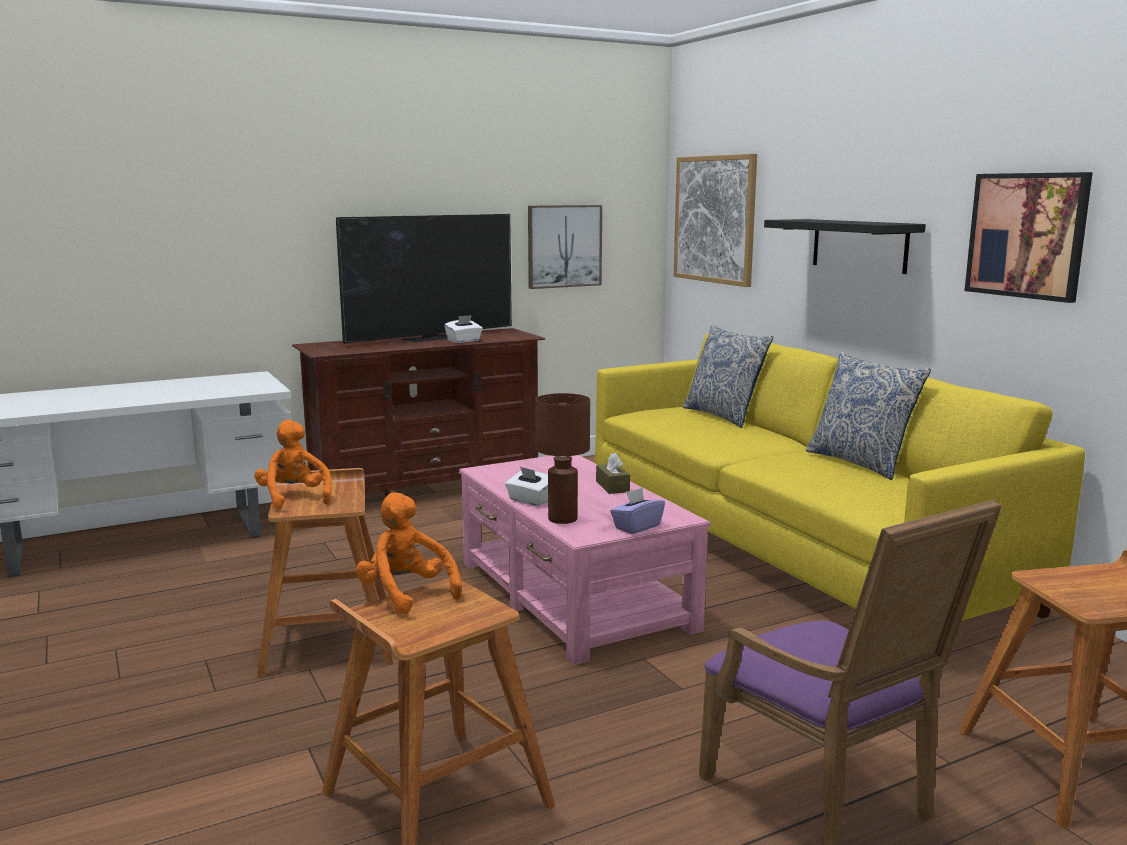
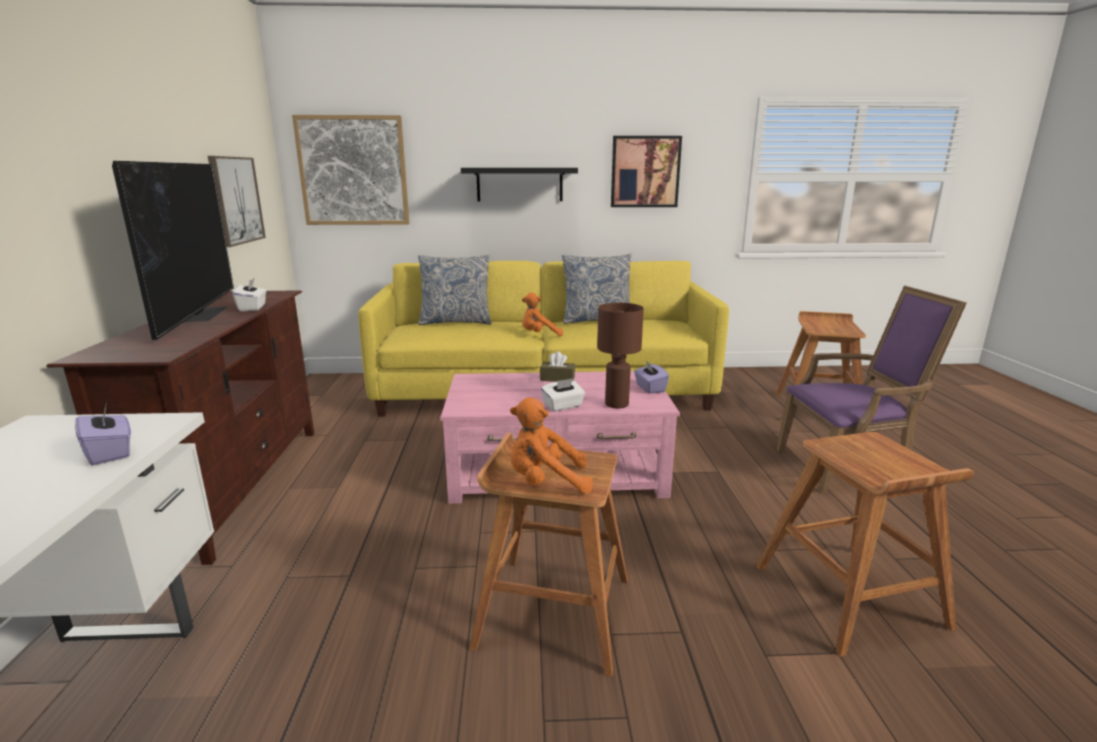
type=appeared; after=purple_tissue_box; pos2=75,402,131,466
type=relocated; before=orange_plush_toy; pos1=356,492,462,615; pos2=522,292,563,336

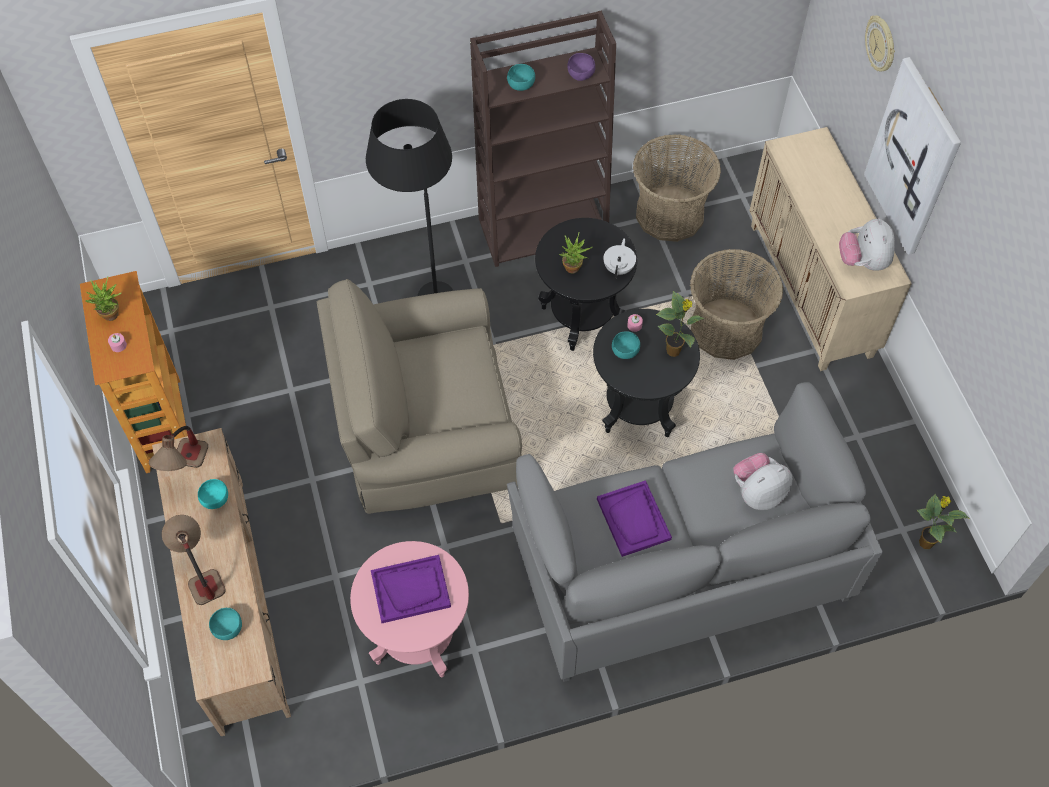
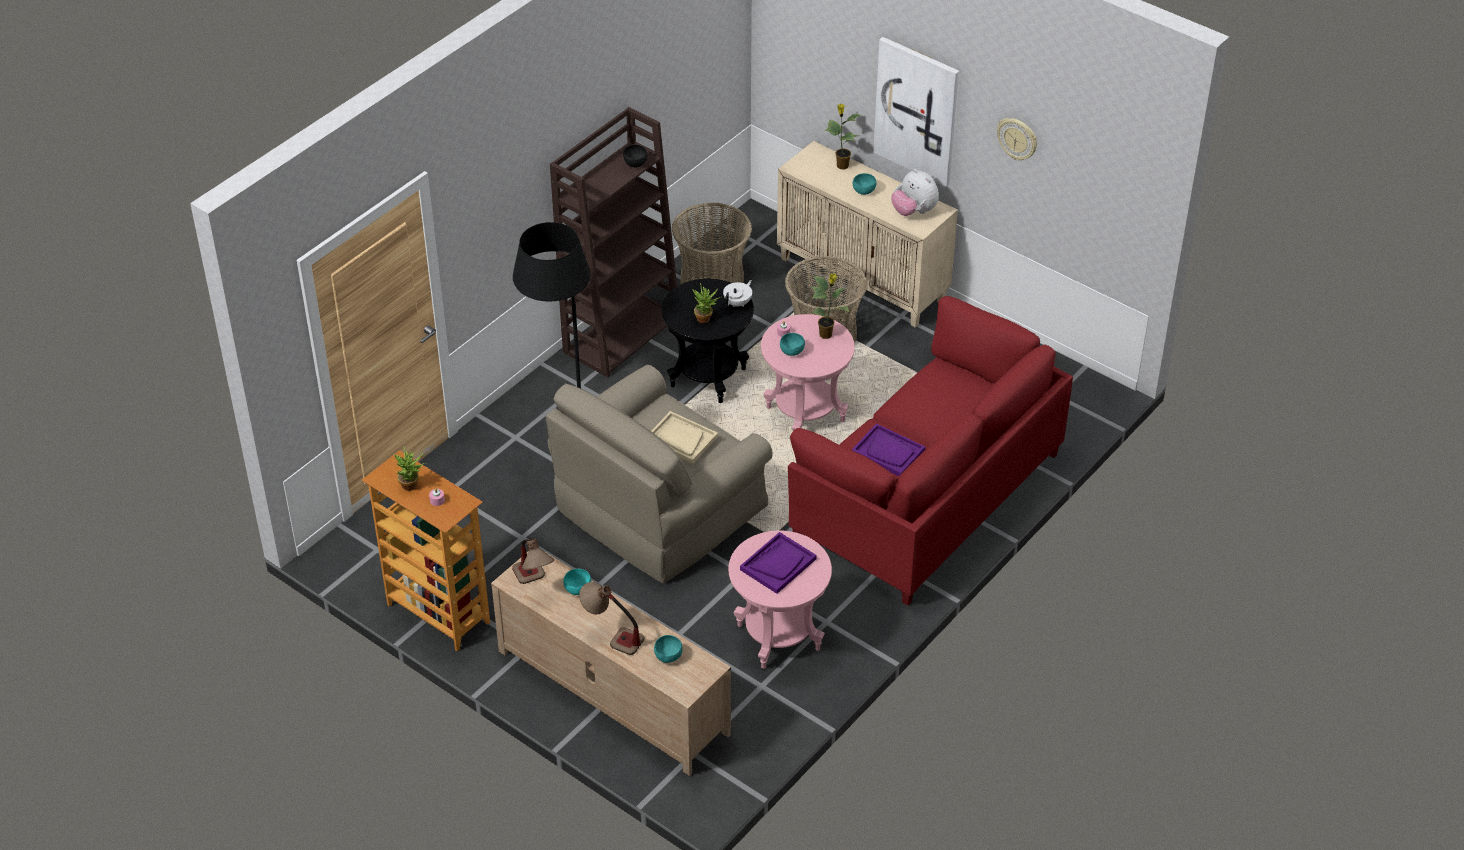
type=colour; before=purple_bowl; after=black_bowl; pos1=567,53,595,81; pos2=623,145,648,168
type=appeared; after=beige_tray; pos2=651,411,718,464
type=spun; before=white_teapot; pos1=603,238,636,278; pos2=723,280,752,307; turn=60
type=colour; before=black_side_table; after=pink_side_table; pos1=593,309,700,437; pos2=761,314,855,431
type=colour; before=grey_sofa; after=red_sofa; pos1=507,382,883,682; pos2=788,296,1073,606
type=relocated; before=potted_plant; pos1=917,493,969,549; pos2=825,104,863,170
type=relocated; before=turquoise_bowl; pos1=507,64,535,91; pos2=853,173,876,195
type=relocated; before=wall_clock; pos1=865,15,895,71; pos2=997,118,1037,160
type=missing; before=plush_toy; pos1=733,453,793,510

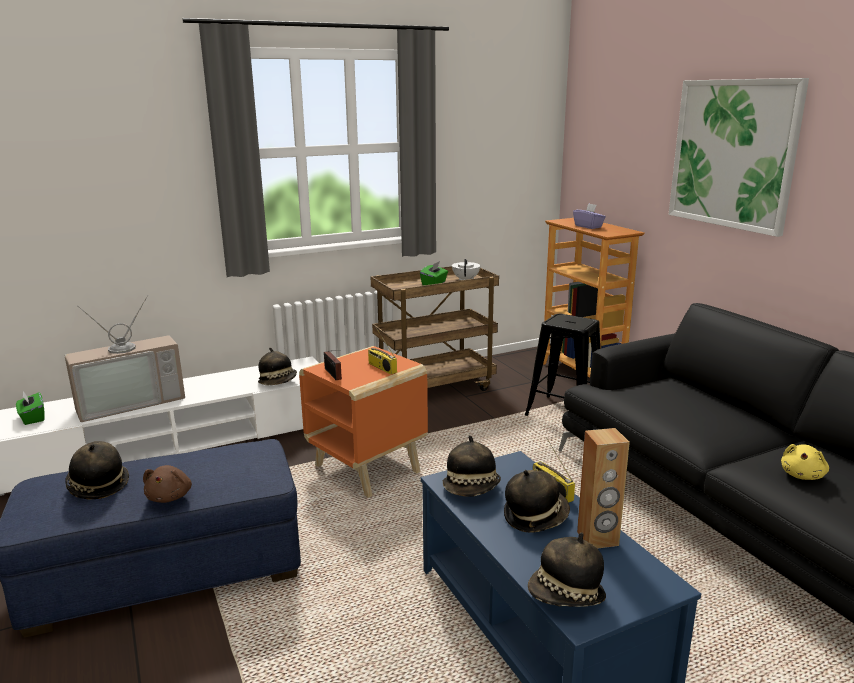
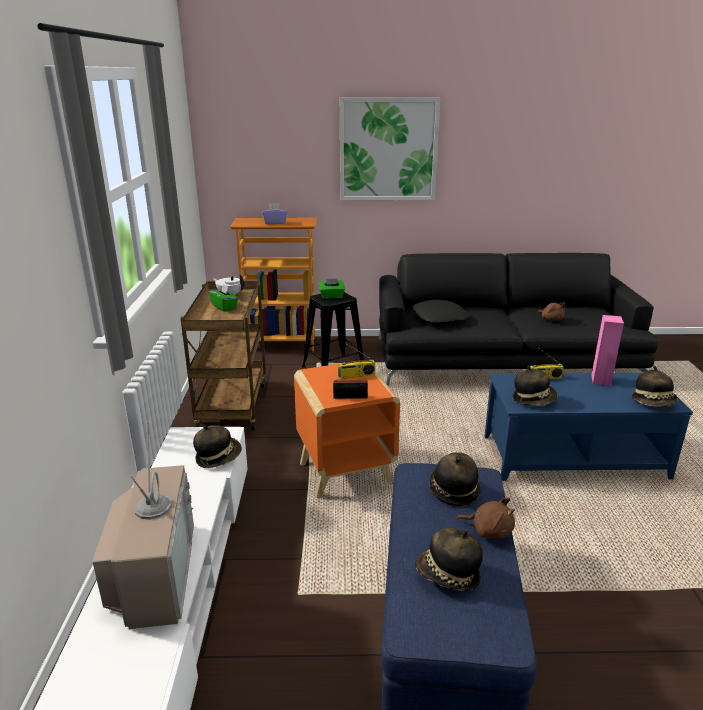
type=relocated; before=green_tissue_box; pos1=16,391,44,425; pos2=318,279,345,299
type=appeared; after=black_pillow; pos2=412,300,469,324
type=relocated; before=hat; pos1=504,470,570,533; pos2=429,452,481,506
type=colour; before=yellow_plush_toy; after=brown_plush_toy; pos1=781,444,829,480; pos2=538,302,565,321
type=colour; before=brown_speaker; after=pink_speaker; pos1=577,428,630,549; pos2=591,315,624,386

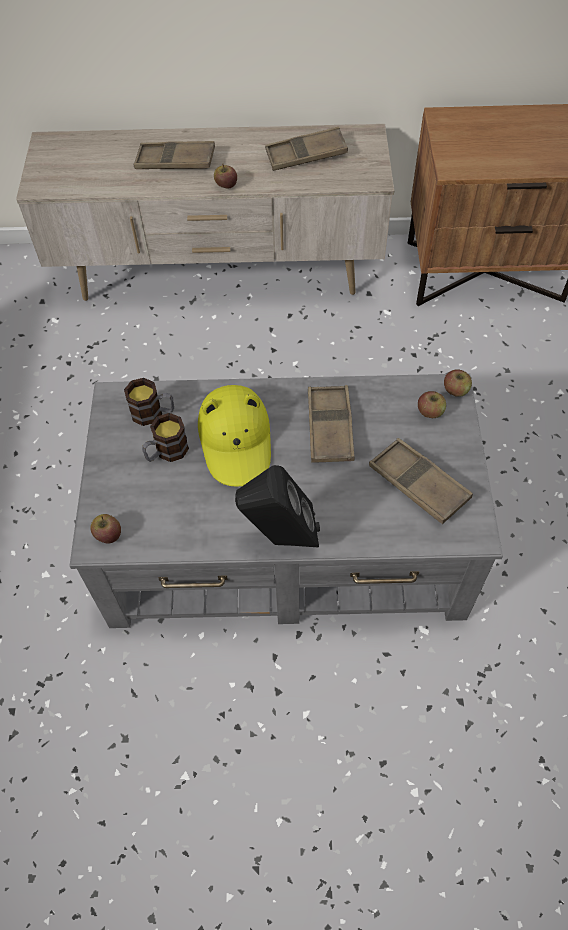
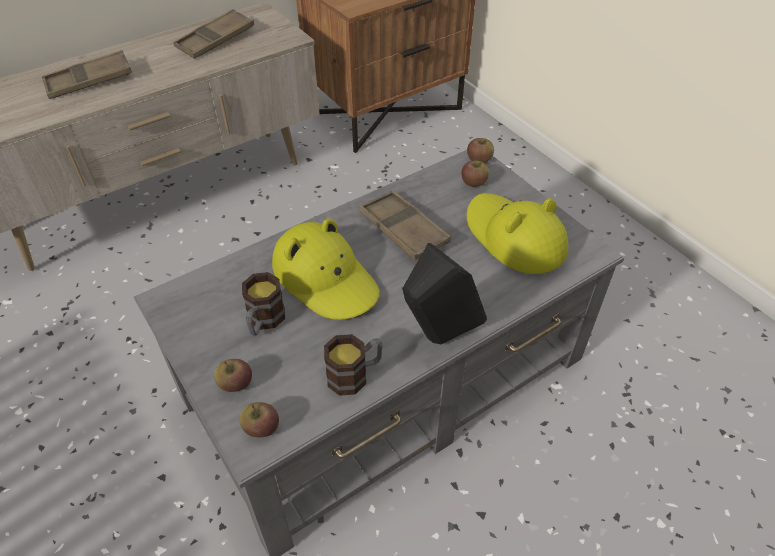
type=relocated; before=apple; pos1=214,164,237,189; pos2=214,359,252,392
type=relocated; before=mug; pos1=124,378,174,426; pos2=324,334,383,396
type=exchanged; before=brown_tray; after=yellow_hat; pos1=369,438,473,524; pos2=467,193,568,274

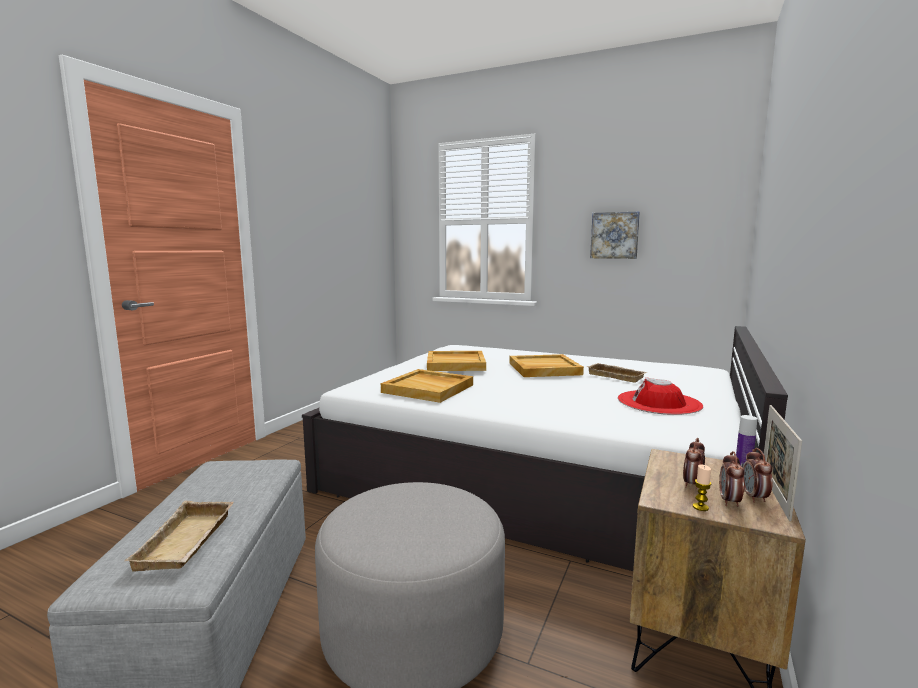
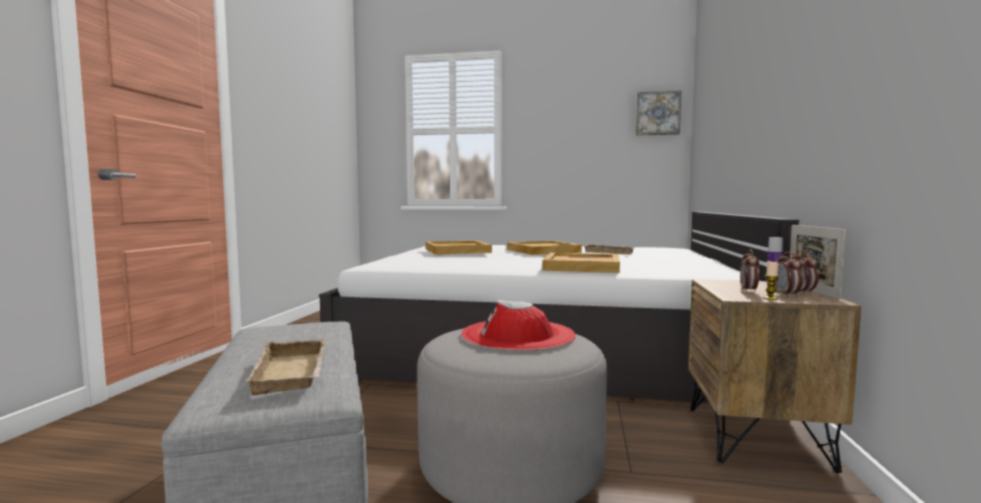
type=relocated; before=red_hat; pos1=618,377,703,415; pos2=461,300,576,351
type=relocated; before=beige_tray; pos1=381,369,473,403; pos2=542,253,620,273
type=relocated; before=picture; pos1=590,212,640,259; pos2=636,90,681,136

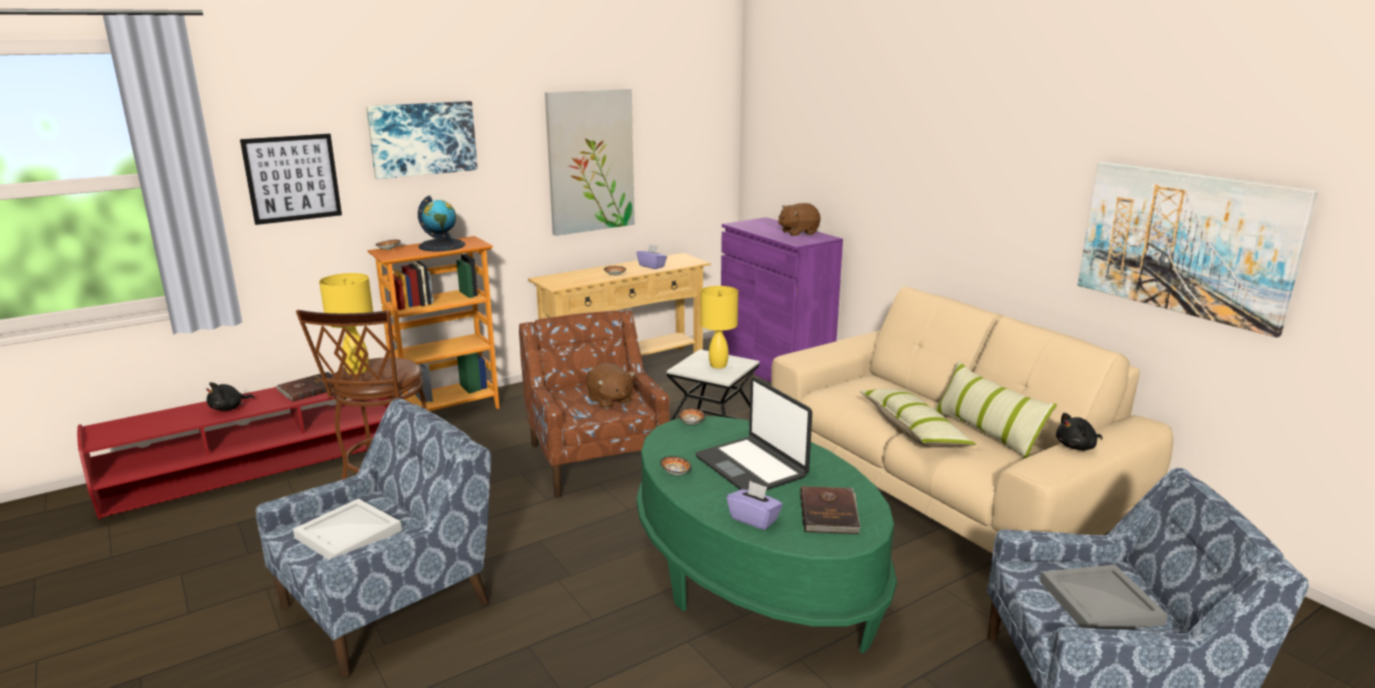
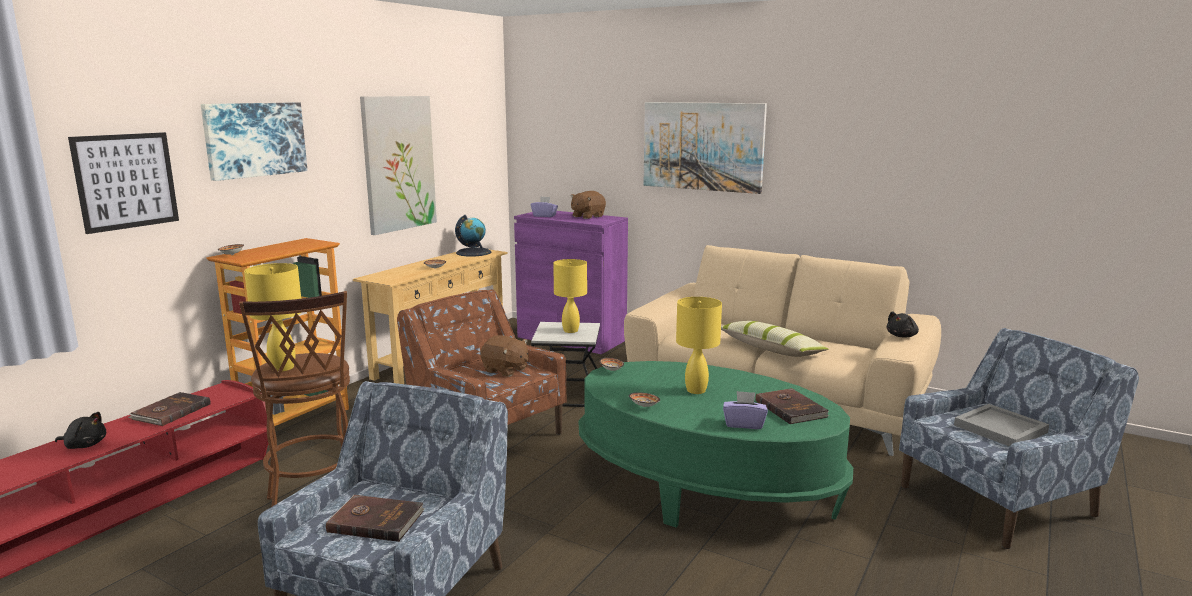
type=spun; before=black_plush_toy; pos1=206,382,255,411; pos2=55,412,106,449; turn=-105
type=exchanged; before=white_tray; after=brown_book; pos1=293,499,402,559; pos2=326,495,425,542
type=relocated; before=globe; pos1=418,195,465,251; pos2=455,215,491,256
type=relocated; before=purple_tissue_box; pos1=637,244,667,269; pos2=531,196,558,217
type=relocated; before=picture; pos1=1078,162,1318,338; pos2=643,102,767,194
type=exchanged; before=laptop; after=yellow_table_lamp; pos1=695,377,812,490; pos2=676,297,722,394
type=missing; before=pillow; pos1=934,361,1057,458

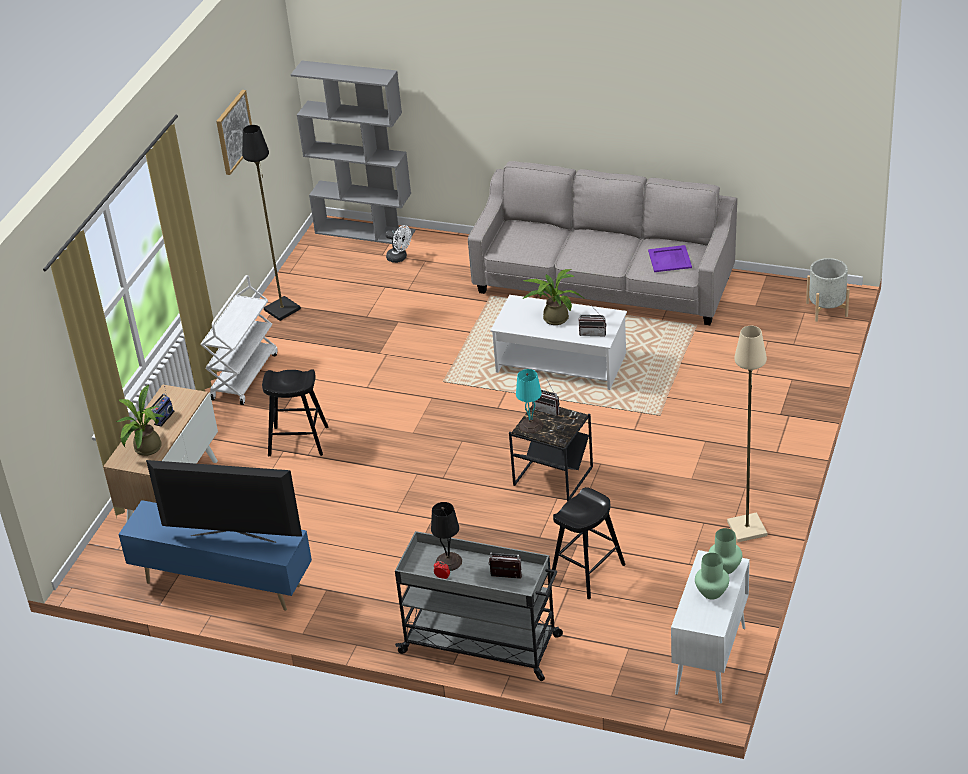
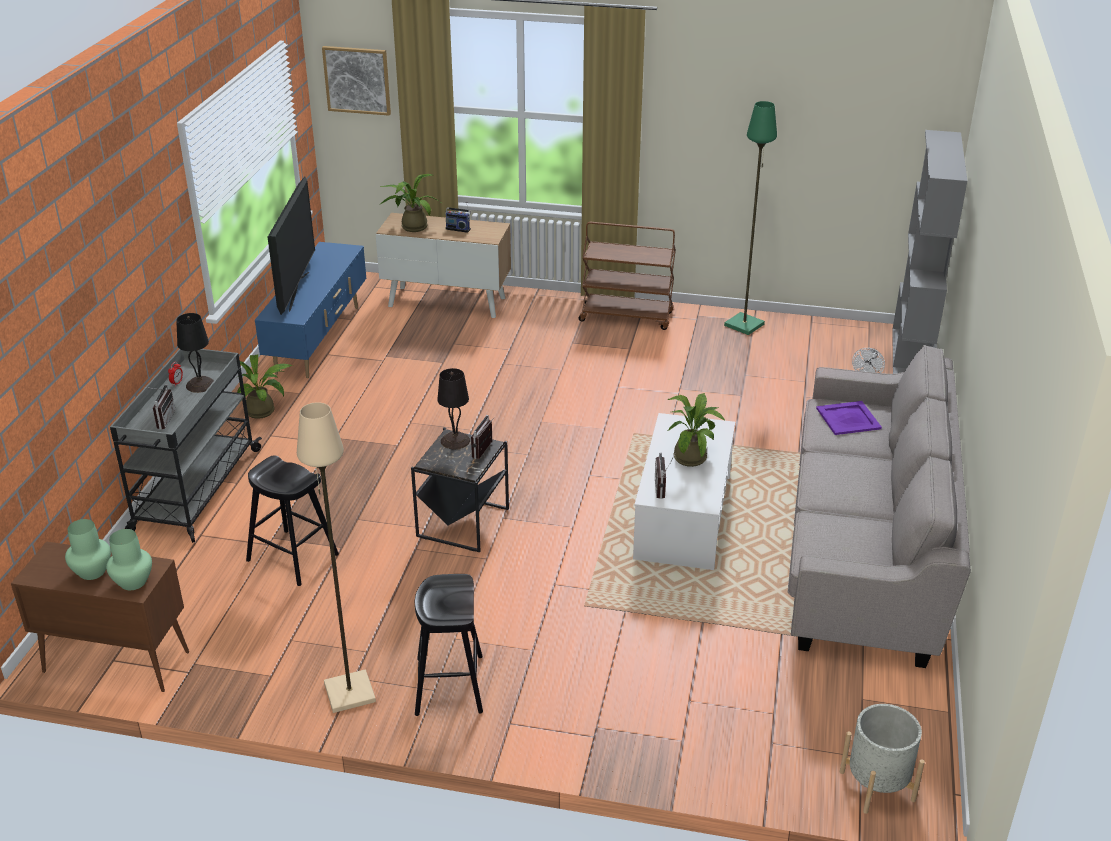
type=colour; before=white_cabinet; after=brown_cabinet; pos1=671,550,750,704; pos2=11,541,189,692
type=appeared; after=potted_plant; pos2=236,355,293,419
type=relocated; before=picture; pos1=216,90,252,175; pos2=322,46,391,116
type=relocated; before=black_stool; pos1=262,369,328,456; pos2=415,574,483,716
type=colour; before=turquoise_table_lamp; after=black_table_lamp; pos1=516,369,543,434; pos2=437,368,470,449
type=colour; before=white_cart; after=brown_cart; pos1=201,275,277,405; pos2=579,222,676,330
type=colour; before=black_floor_lamp; after=green_floor_lamp; pos1=242,125,301,321; pos2=724,101,777,335
type=relocated; before=purple_tray; pos1=648,245,692,272; pos2=816,401,882,435

